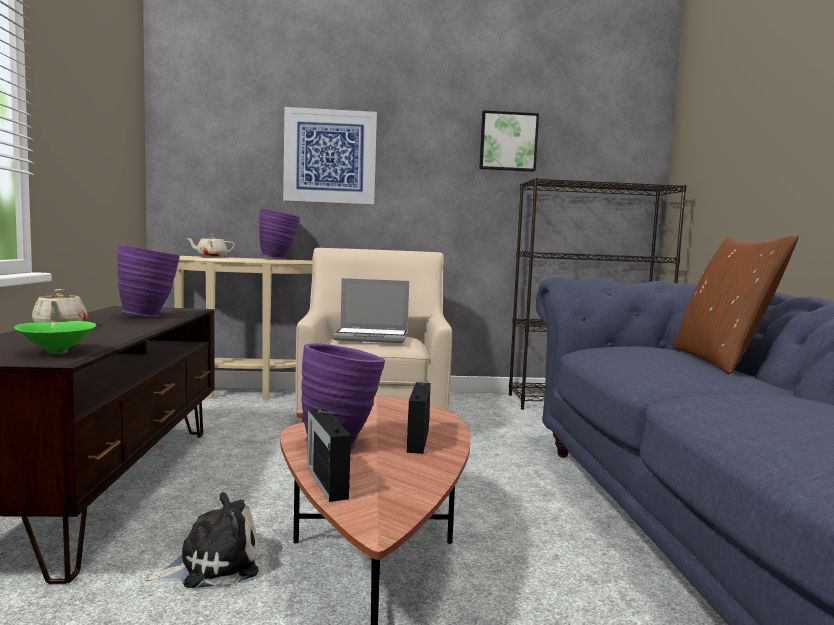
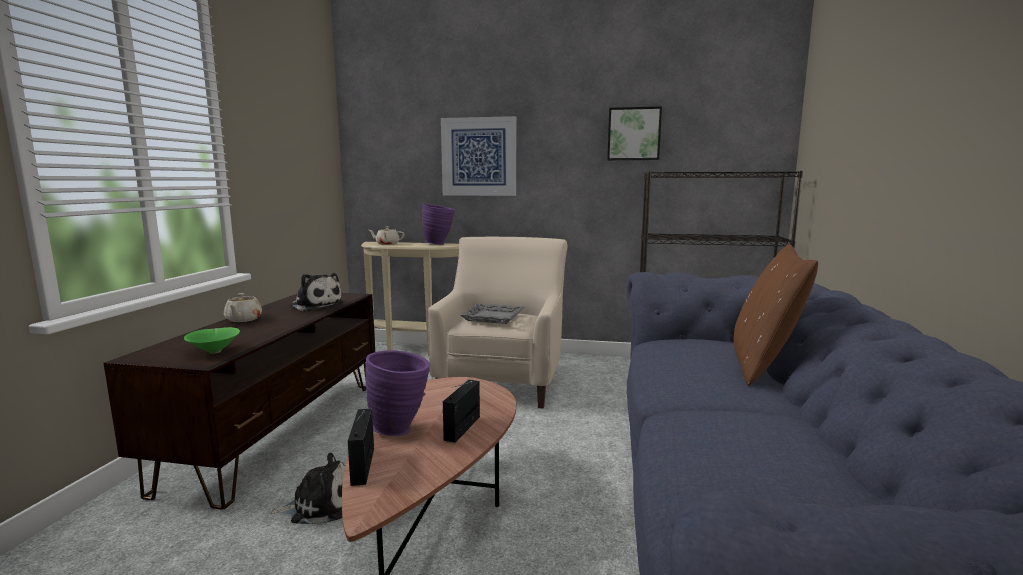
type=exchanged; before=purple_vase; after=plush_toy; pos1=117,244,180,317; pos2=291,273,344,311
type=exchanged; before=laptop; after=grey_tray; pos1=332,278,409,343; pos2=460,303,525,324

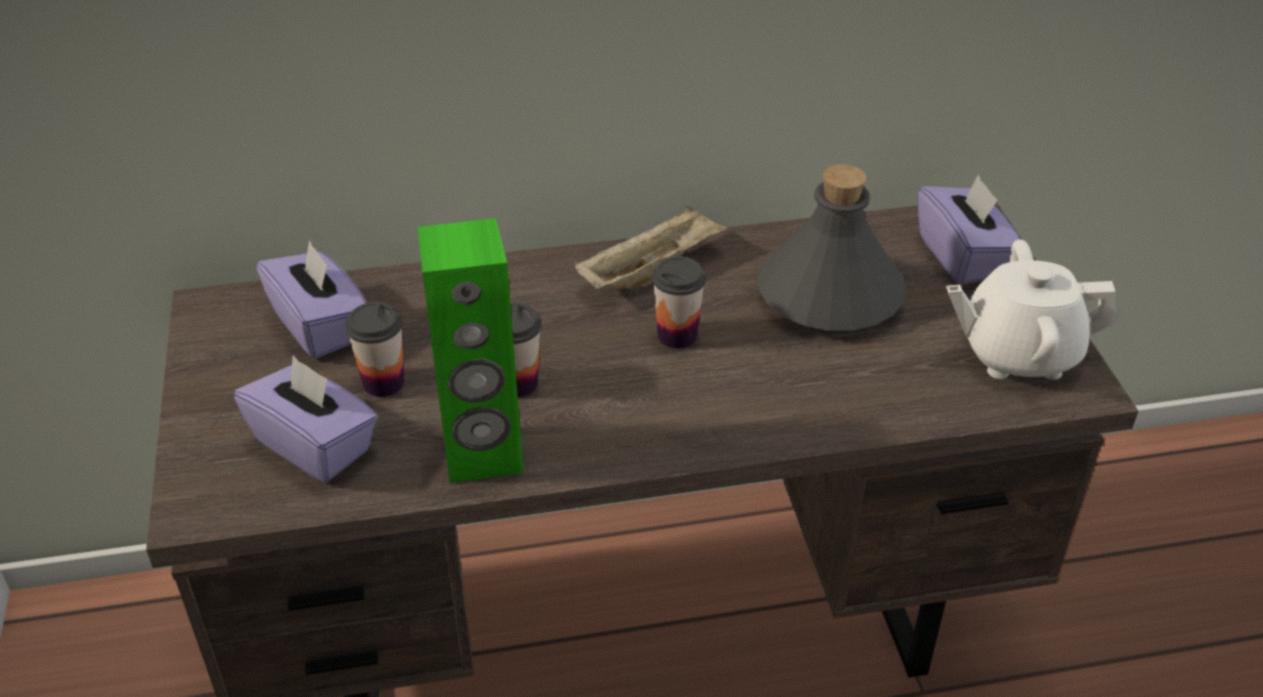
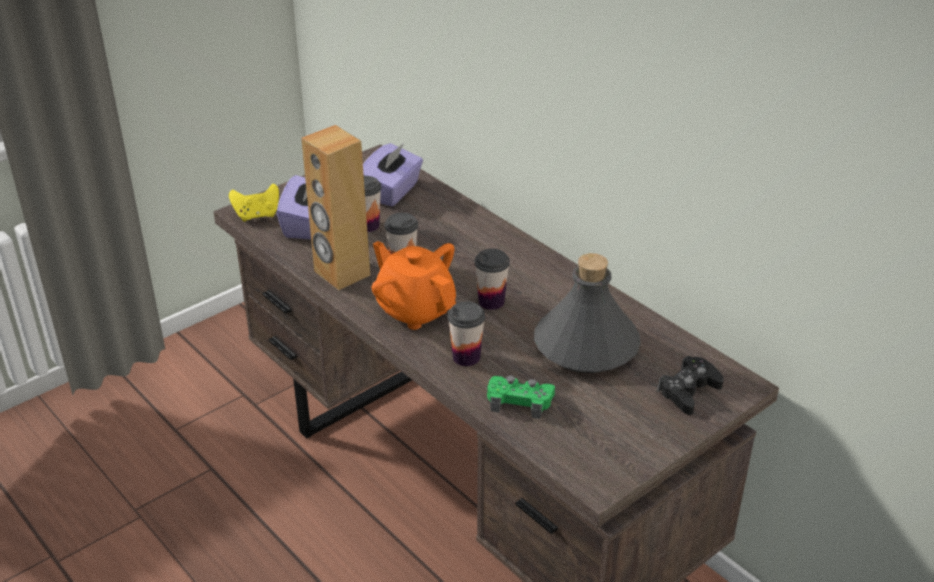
type=appeared; after=yellow_game_controller; pos2=229,184,279,222
type=colour; before=green_speaker; after=brown_speaker; pos1=417,218,524,483; pos2=301,125,370,290
type=appeared; after=orange_teapot; pos2=371,241,456,330
type=appeared; after=cup; pos2=448,301,485,366
type=appeared; after=green_game_controller; pos2=487,376,555,419
type=exchanged; before=purple_tissue_box; after=black_game_controller; pos1=918,174,1020,285; pos2=657,356,724,415
type=missing; before=beige_tray; pos1=575,205,727,289
type=missing; before=white_teapot; pos1=946,239,1117,380

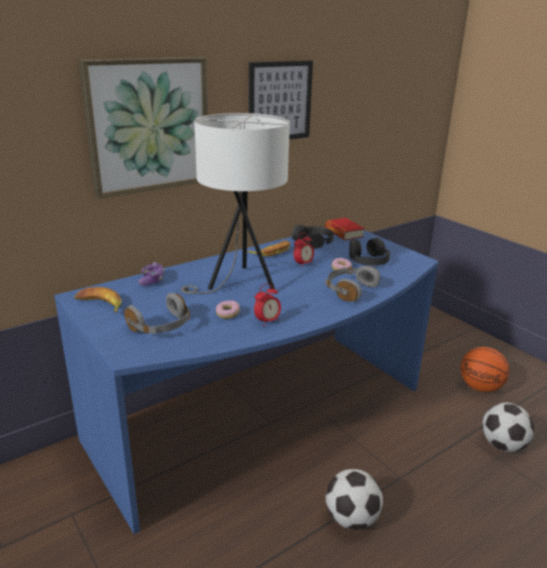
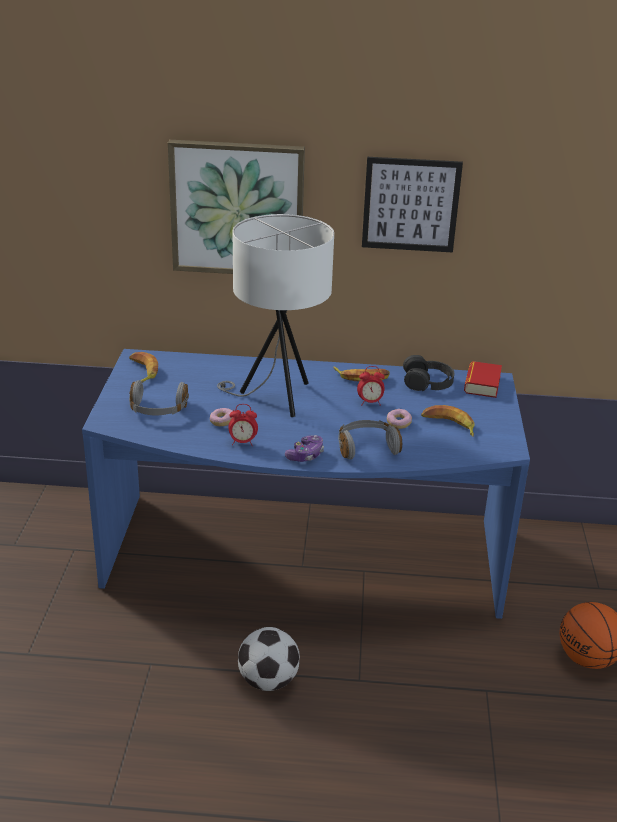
type=relocated; before=game_controller; pos1=138,262,164,286; pos2=285,435,324,462
type=exchanged; before=black_headphones; after=banana; pos1=349,238,390,266; pos2=421,405,474,437
type=missing; before=football; pos1=482,402,534,452

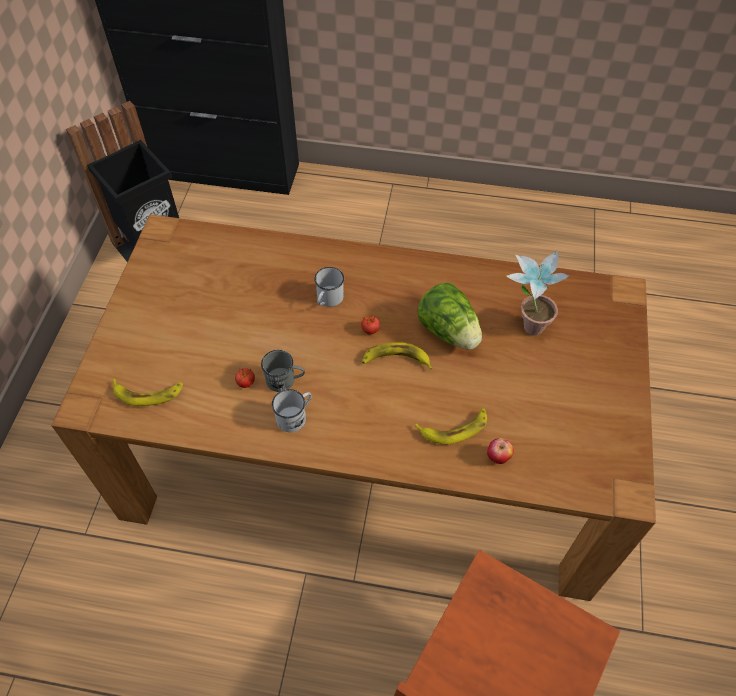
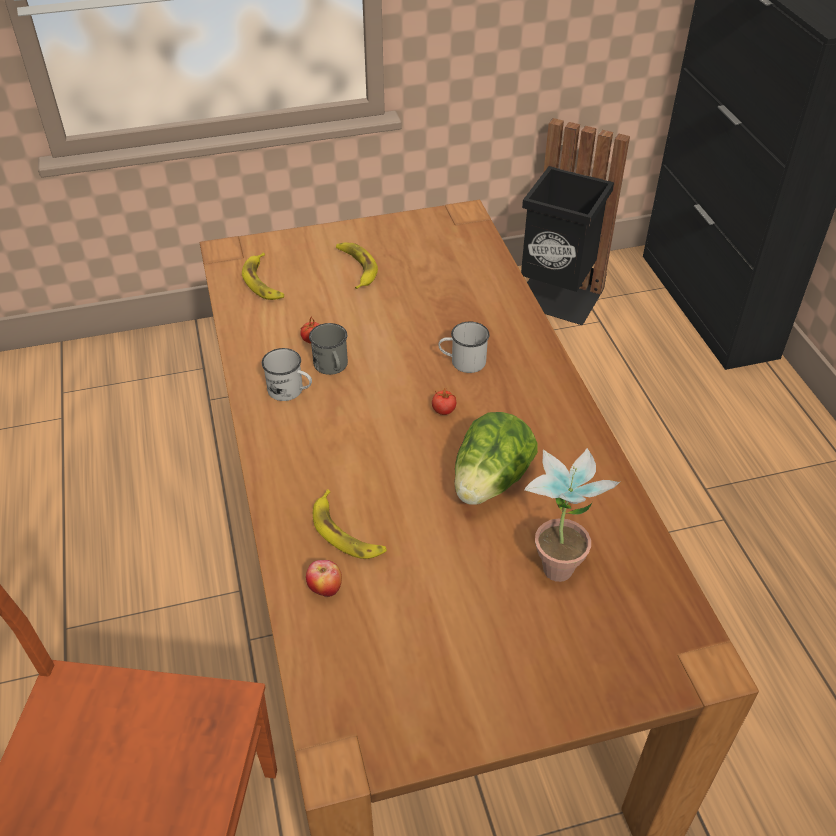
type=relocated; before=banana; pos1=362,342,432,370; pos2=336,242,378,289

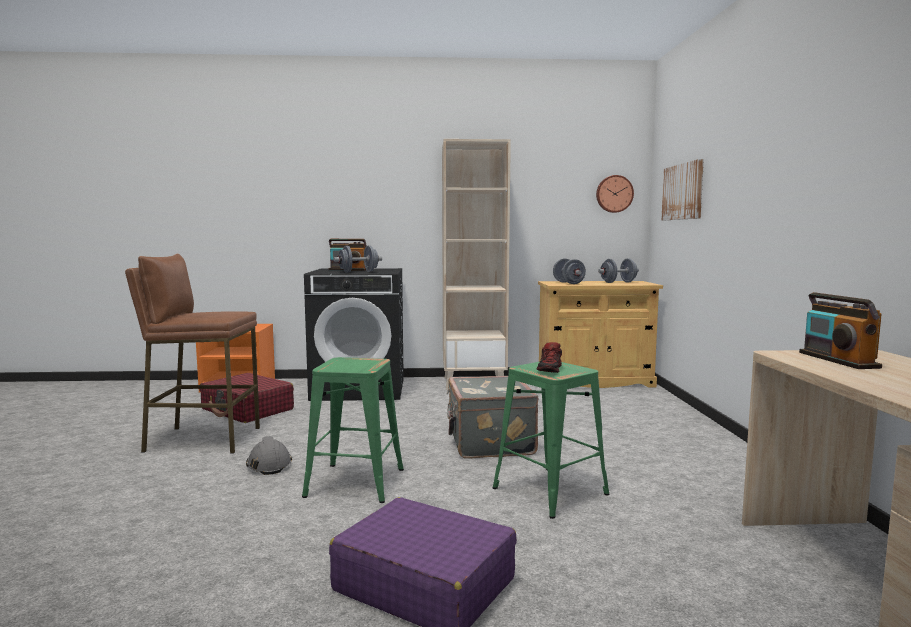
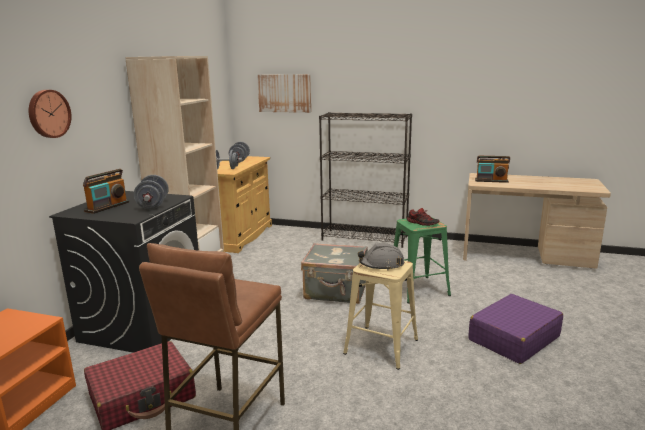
type=relocated; before=wall_clock; pos1=596,175,634,213; pos2=29,90,72,138
type=appeared; after=black_bookcase; pos2=319,112,412,248
type=colour; before=green_stool; after=beige_stool; pos1=302,357,404,503; pos2=343,261,418,370
type=relocated; before=grey_hard_hat; pos1=246,436,292,475; pos2=358,243,404,271

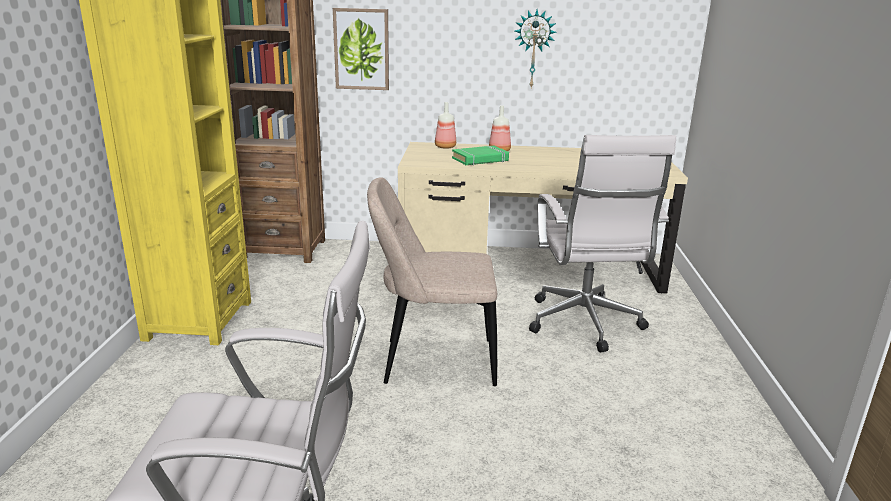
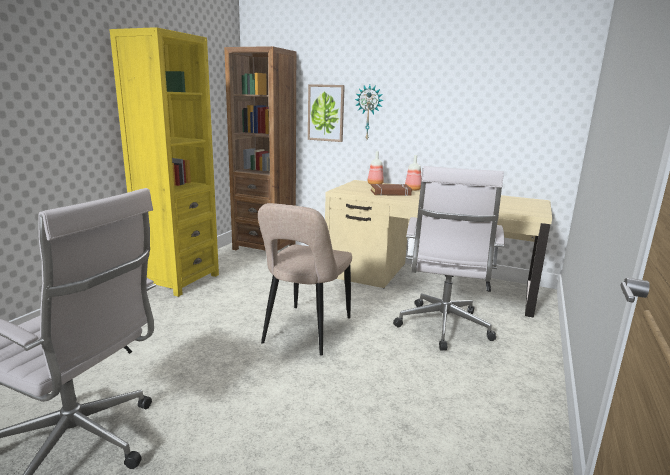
type=spun; before=beige_chair; pos1=367,177,497,386; pos2=258,203,352,356; turn=-90
type=relocated; before=wall_clock; pos1=515,9,557,88; pos2=355,85,384,139
type=colour; before=green_book; after=brown_book; pos1=452,146,509,165; pos2=371,184,412,196

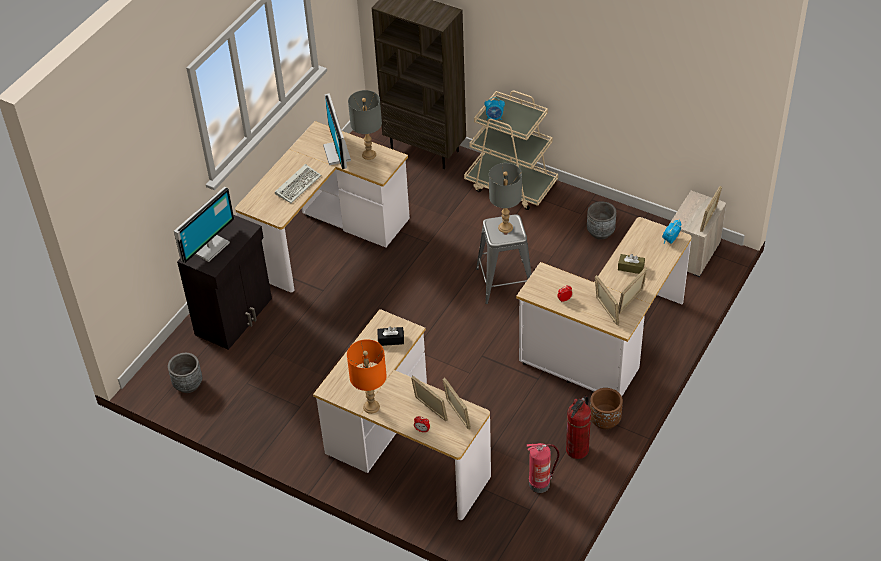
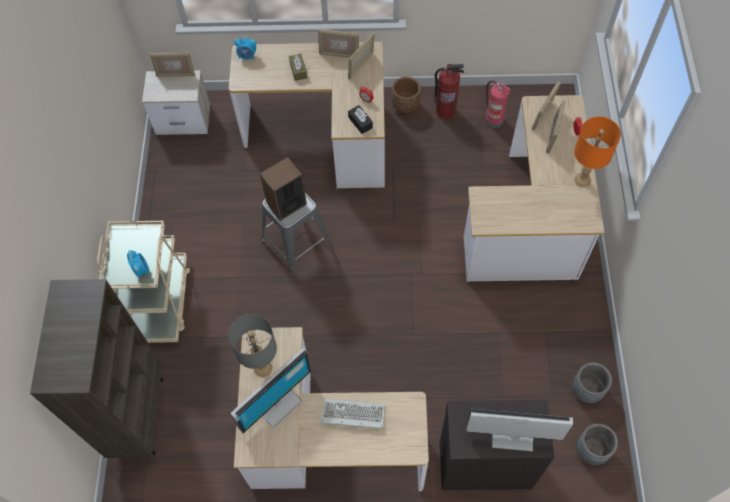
type=exchanged; before=grey_table_lamp; after=speaker; pos1=489,163,522,233; pos2=260,157,307,221
type=relocated; before=black_tissue_box; pos1=378,327,404,346; pos2=348,105,373,134
type=relocated; before=grey_planter; pos1=587,201,616,239; pos2=572,362,612,403

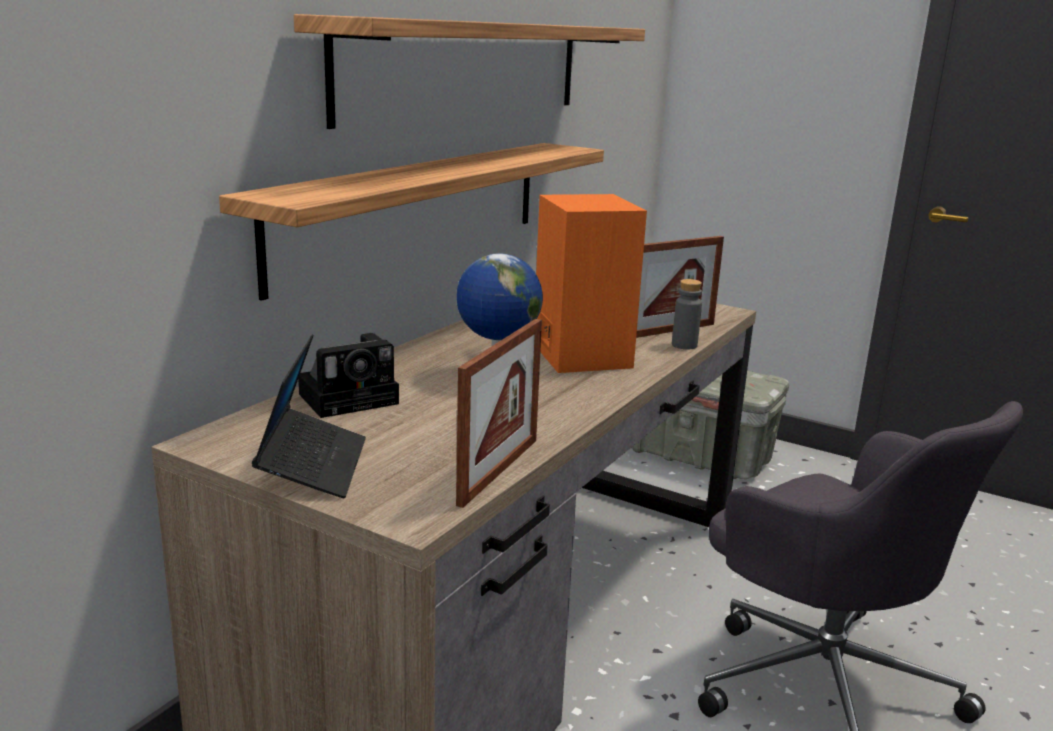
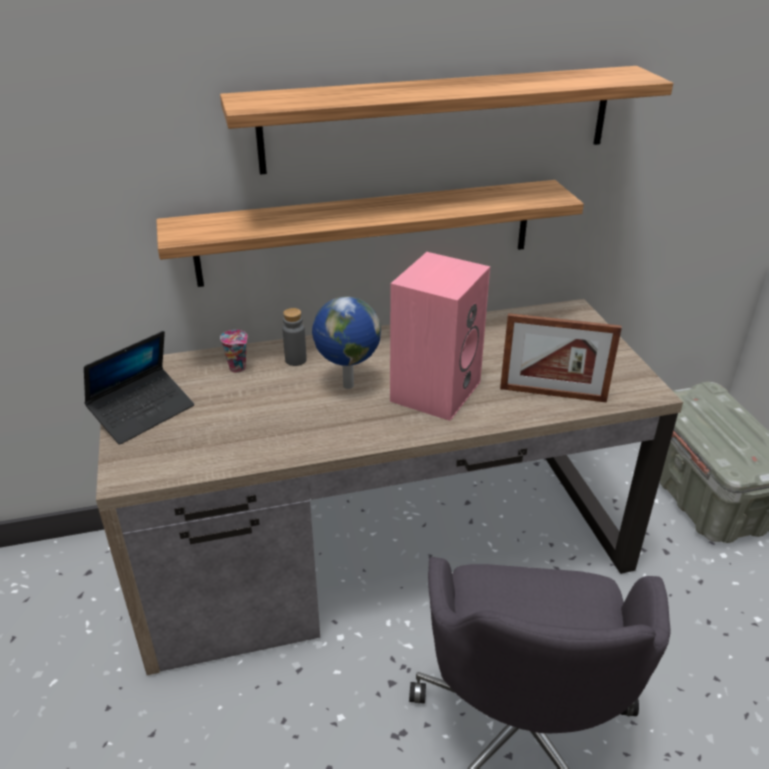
type=exchanged; before=photo_camera; after=cup; pos1=298,333,399,418; pos2=220,330,247,373
type=relocated; before=grey_bottle; pos1=672,279,702,349; pos2=282,308,307,366
type=colour; before=orange_speaker; after=pink_speaker; pos1=536,194,647,373; pos2=390,252,490,421
type=missing; before=picture_frame; pos1=456,319,542,508

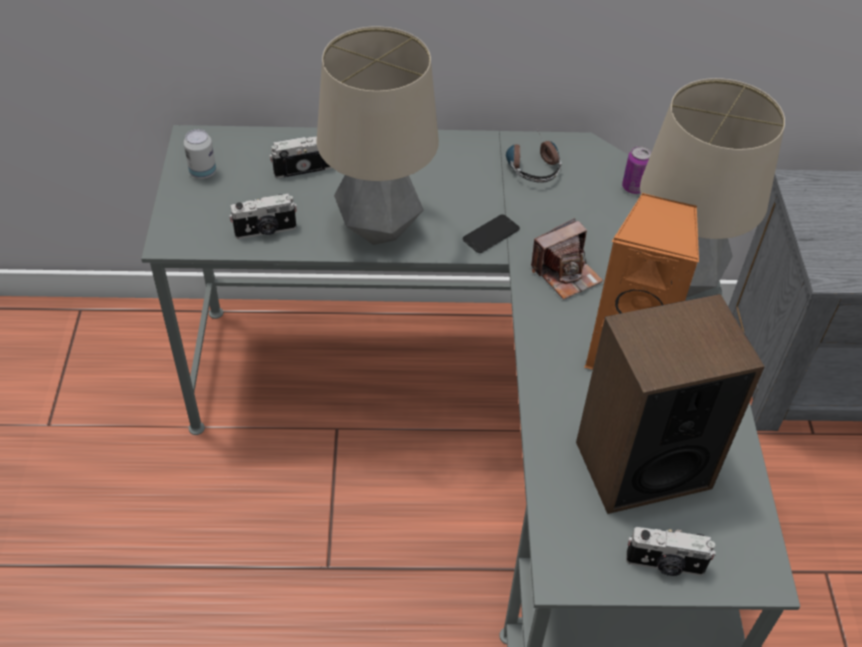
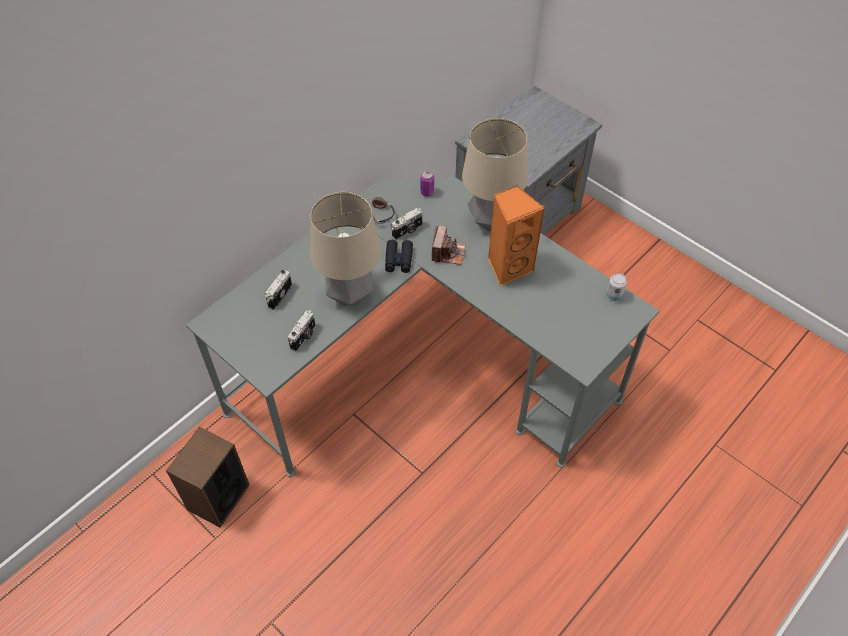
type=relocated; before=speaker; pos1=576,294,765,514; pos2=166,427,250,527
type=exchanged; before=phone; after=black_binoculars; pos1=463,214,520,253; pos2=385,240,413,273
type=relocated; before=photo_camera; pos1=626,527,716,576; pos2=392,208,422,240
type=relocated; before=can; pos1=184,129,216,179; pos2=606,273,627,301

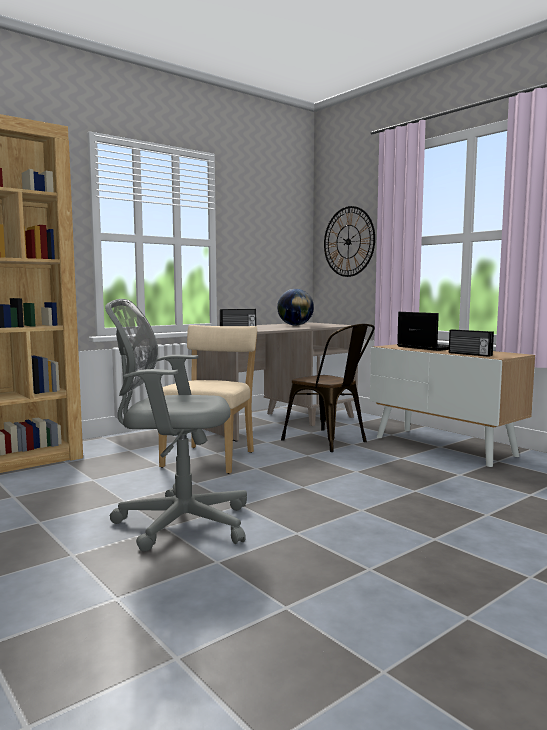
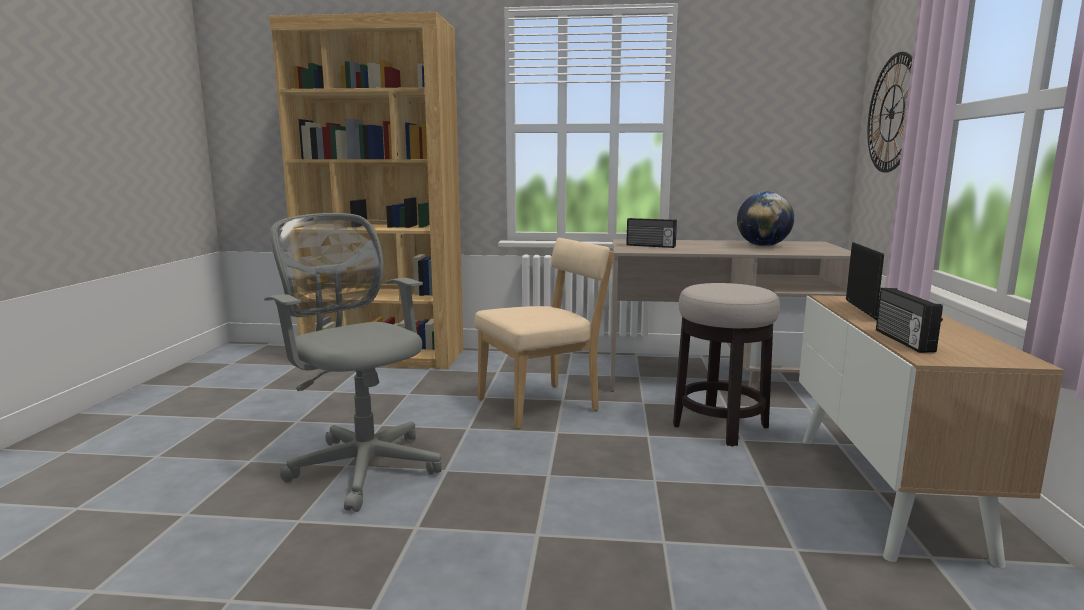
type=exchanged; before=brown_chair; after=stool; pos1=281,324,375,452; pos2=673,283,780,446

